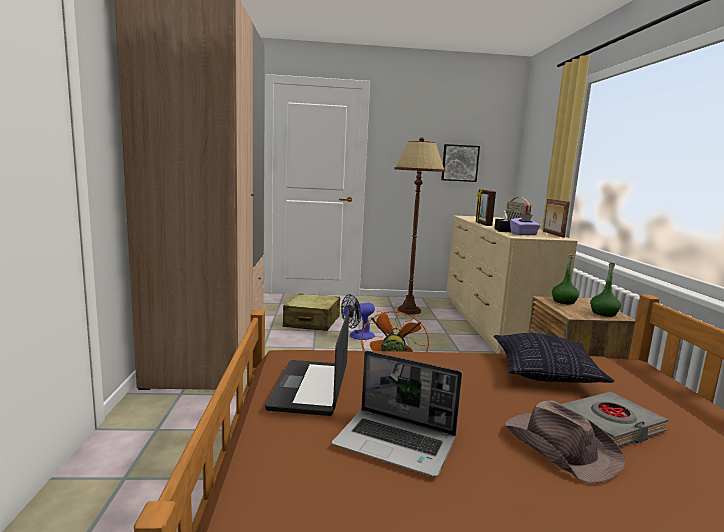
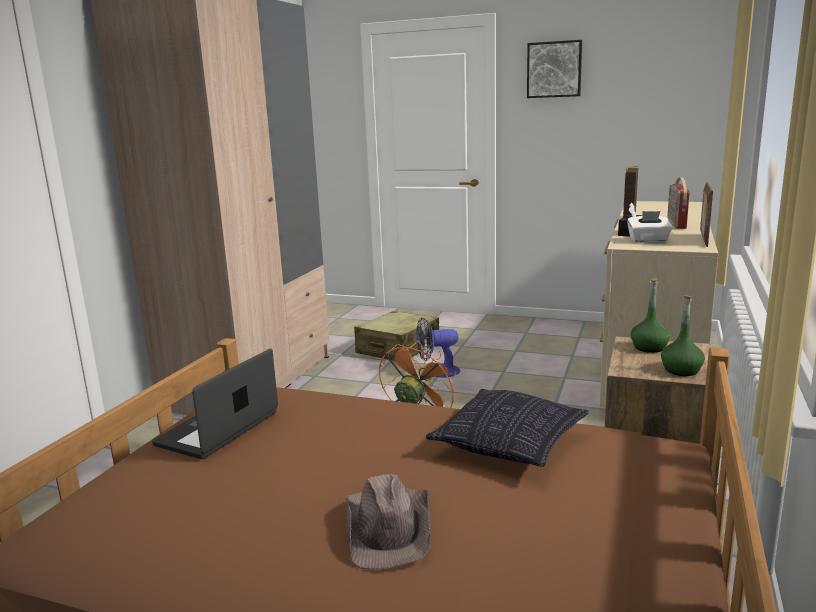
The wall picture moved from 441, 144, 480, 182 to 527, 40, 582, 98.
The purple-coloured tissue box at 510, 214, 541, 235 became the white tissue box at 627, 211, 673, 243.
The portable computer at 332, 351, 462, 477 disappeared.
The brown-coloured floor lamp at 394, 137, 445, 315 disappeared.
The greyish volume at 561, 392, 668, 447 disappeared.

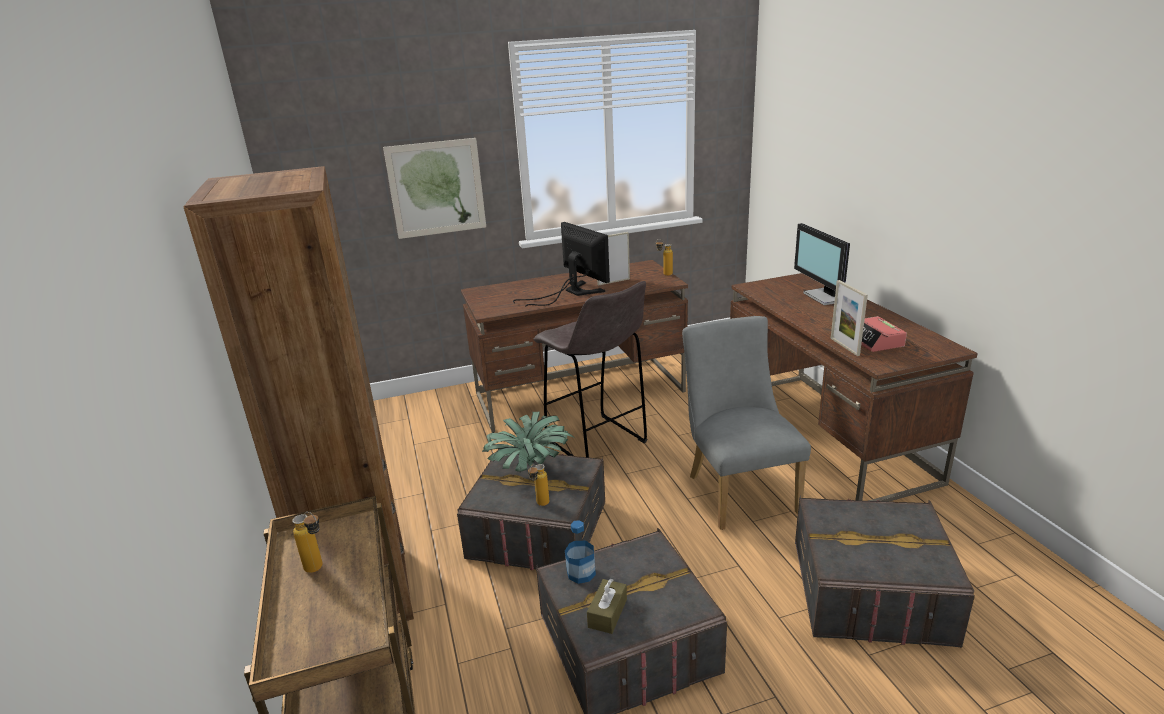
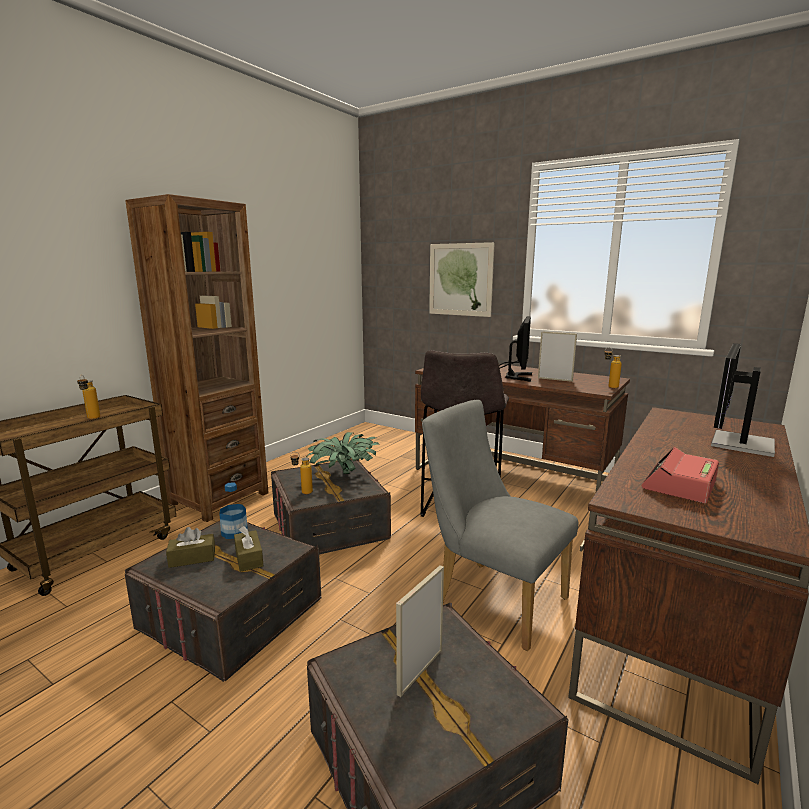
The brown-coloured tissue box at 234, 526, 263, 572 appeared.
The standing frame moved from 831, 280, 868, 356 to 396, 565, 444, 697.
The greyish chair at 682, 316, 811, 530 turned 90 degrees counterclockwise.

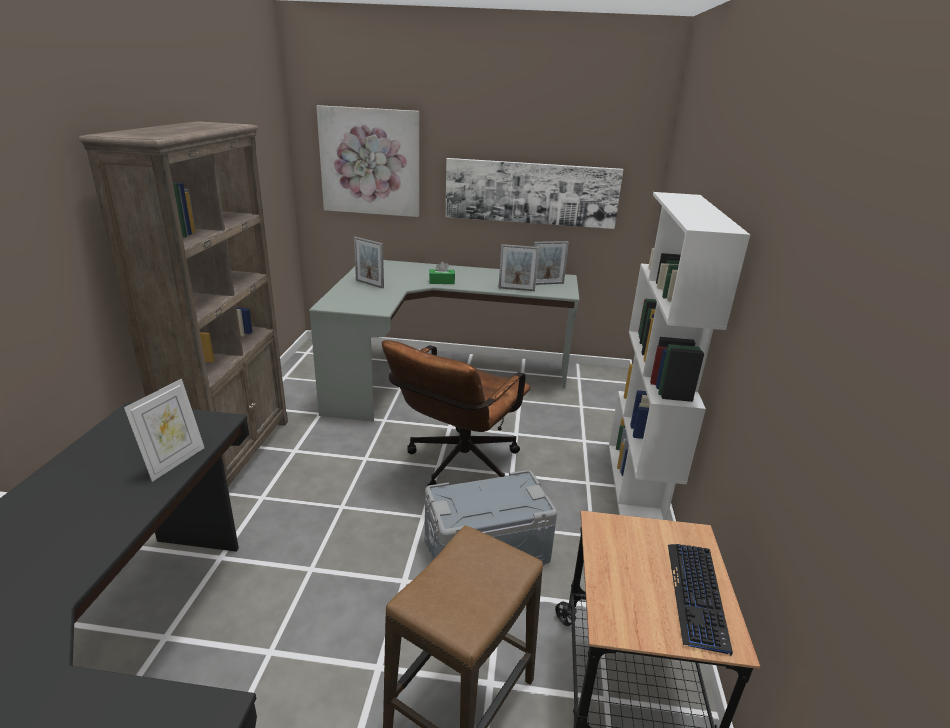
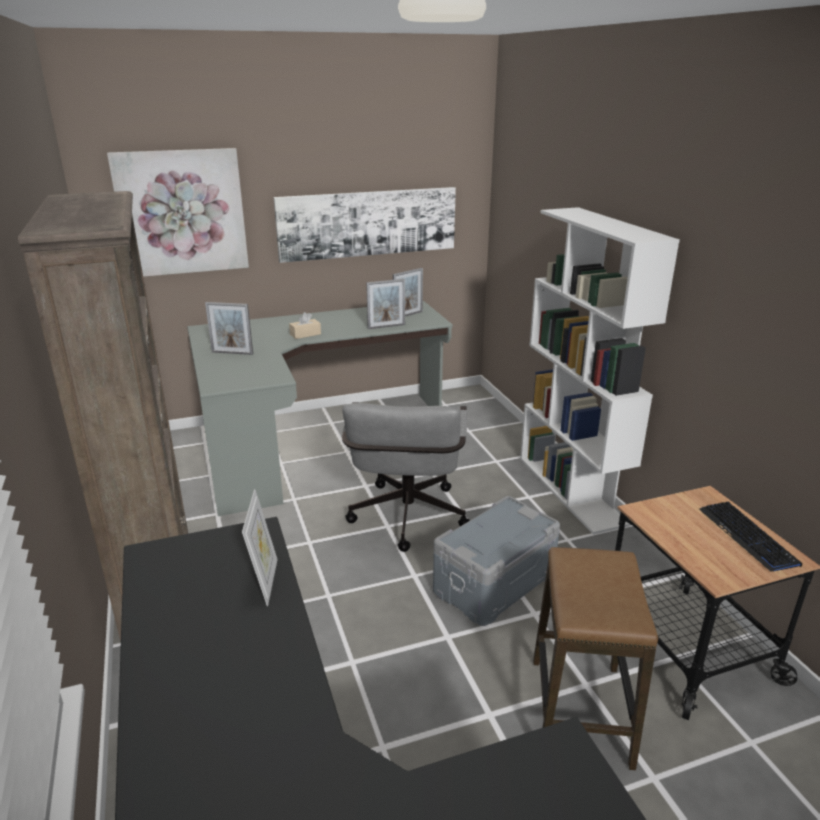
The green tissue box at 429, 261, 455, 284 became the beige-coloured tissue box at 289, 312, 321, 339.
The brown-coloured desk chair at 382, 340, 531, 486 became the greyish desk chair at 342, 402, 470, 552.

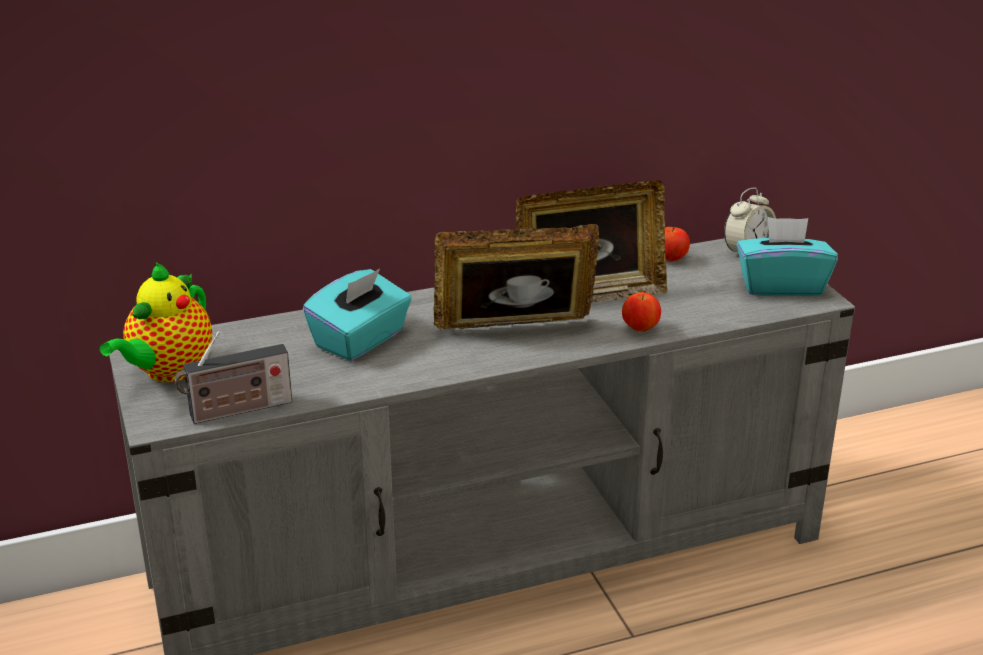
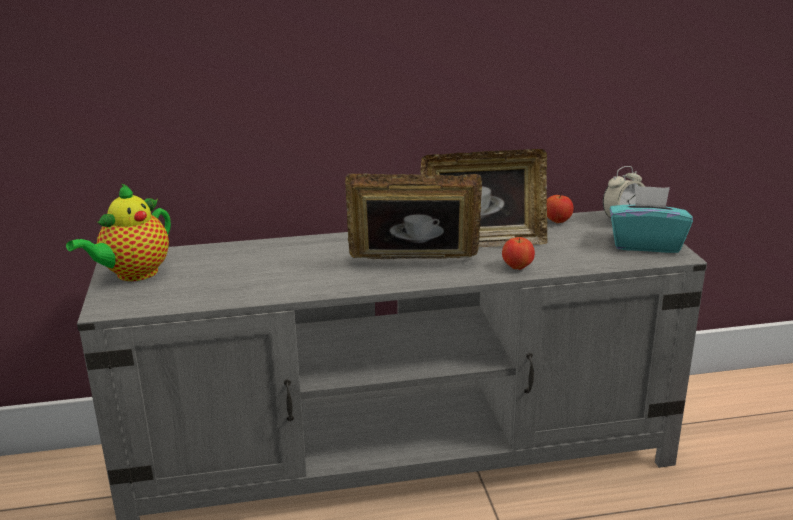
The radio set at 174, 332, 292, 424 disappeared.
The turquoise-coloured tissue box at 303, 269, 412, 361 disappeared.

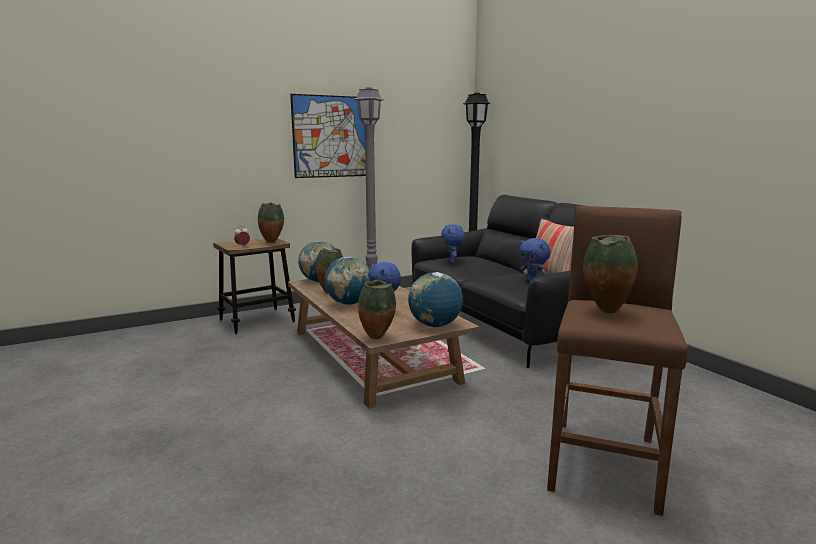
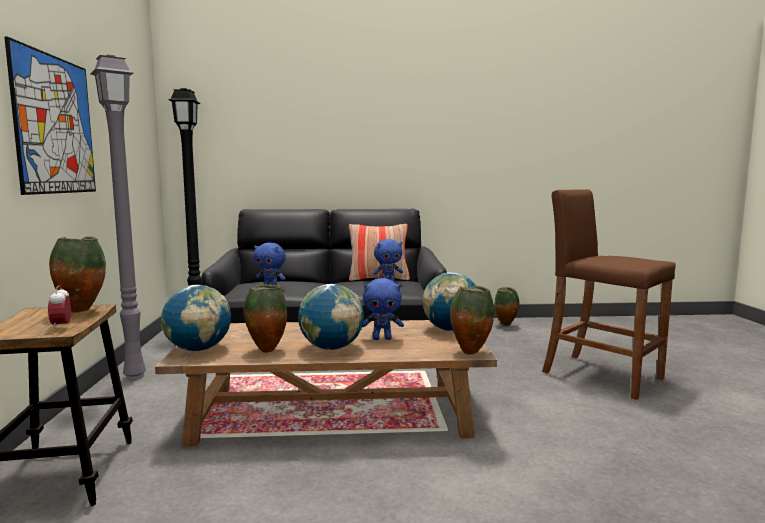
The flower vase moved from 583, 235, 638, 313 to 494, 287, 519, 326.

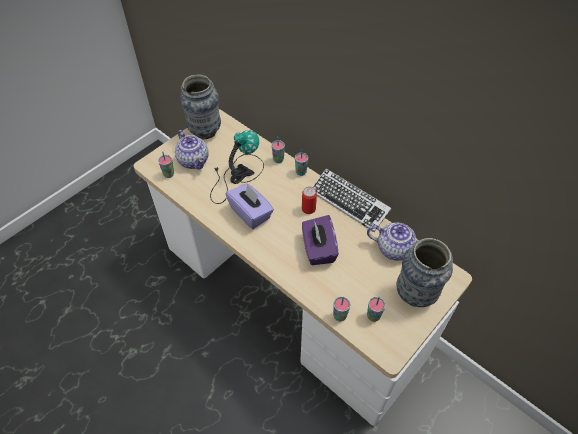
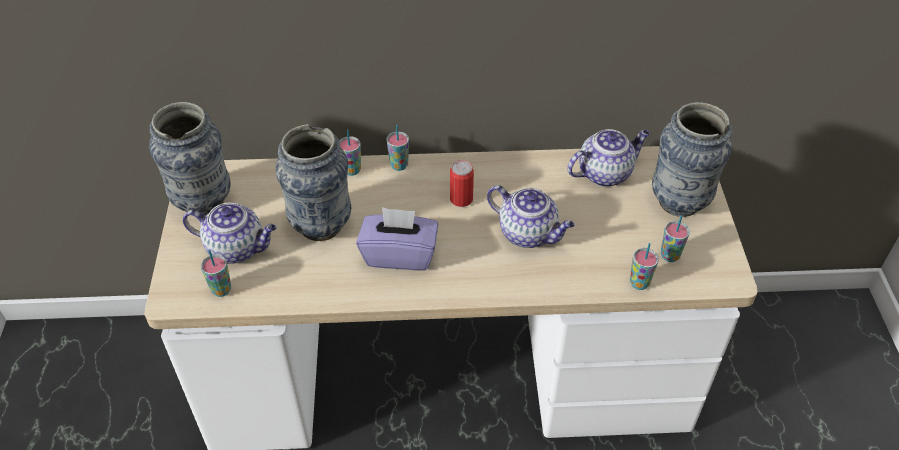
The tabletop lamp at 210, 130, 264, 204 was replaced by the flower vase at 275, 124, 351, 241.
The purple-coloured tissue box at 302, 215, 339, 265 was replaced by the teapot at 487, 185, 575, 248.
The computer keyboard at 312, 168, 392, 232 disappeared.

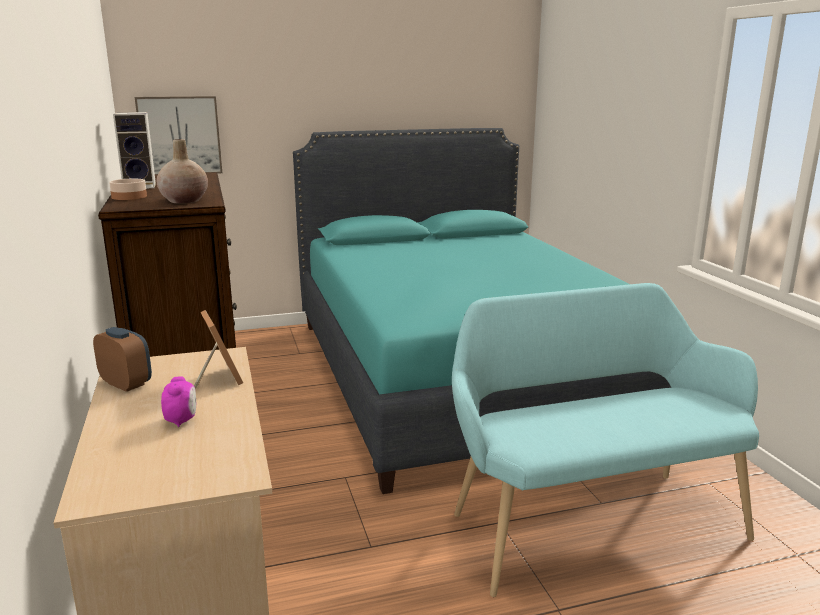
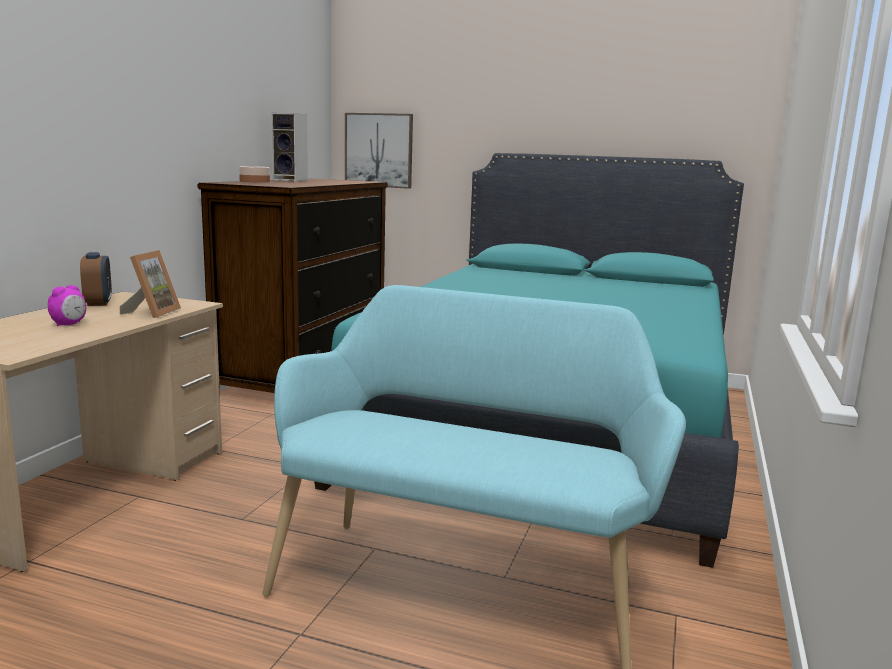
The beige-coloured flower vase at 156, 139, 208, 203 disappeared.

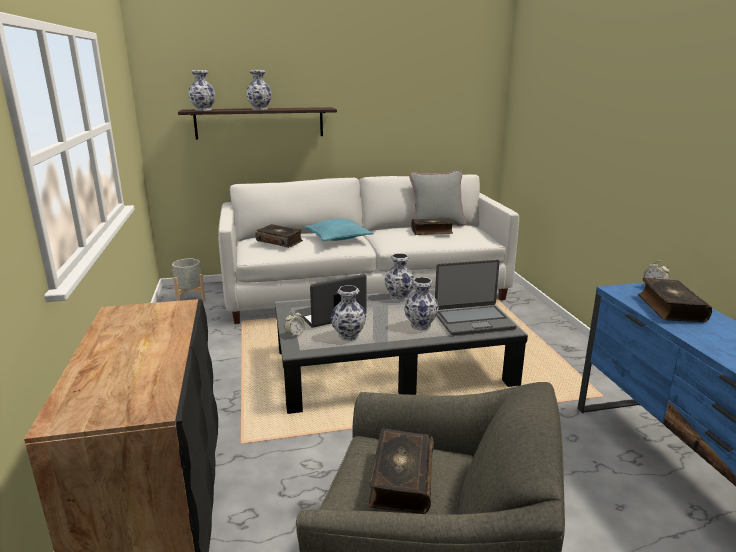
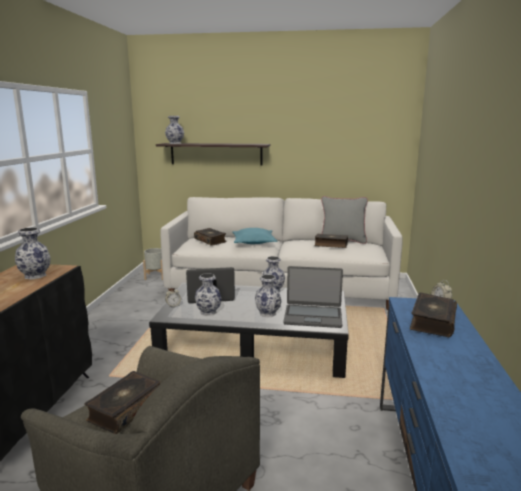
The flower vase moved from 246, 70, 272, 110 to 15, 227, 51, 280.

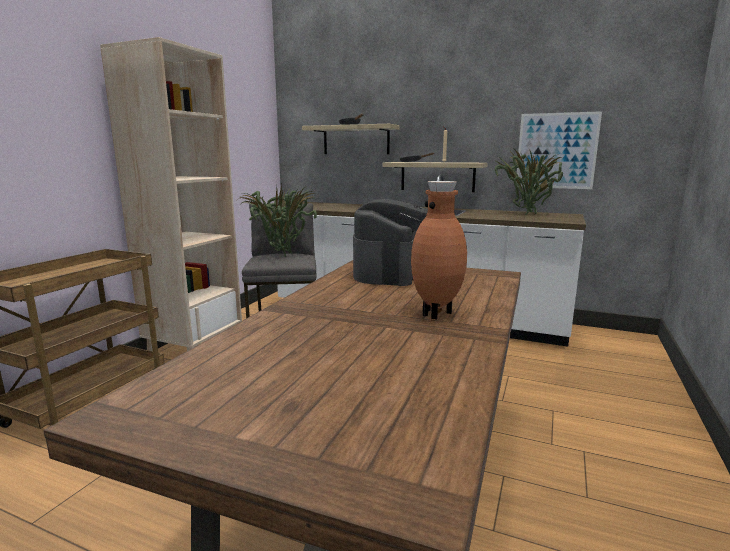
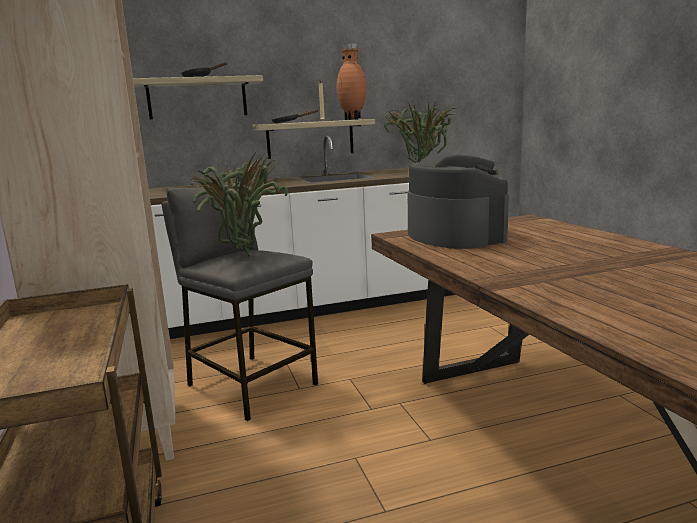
The brown-coloured flower vase moved from 411, 181, 467, 319 to 337, 44, 367, 120.
The wall picture at 516, 111, 602, 189 disappeared.

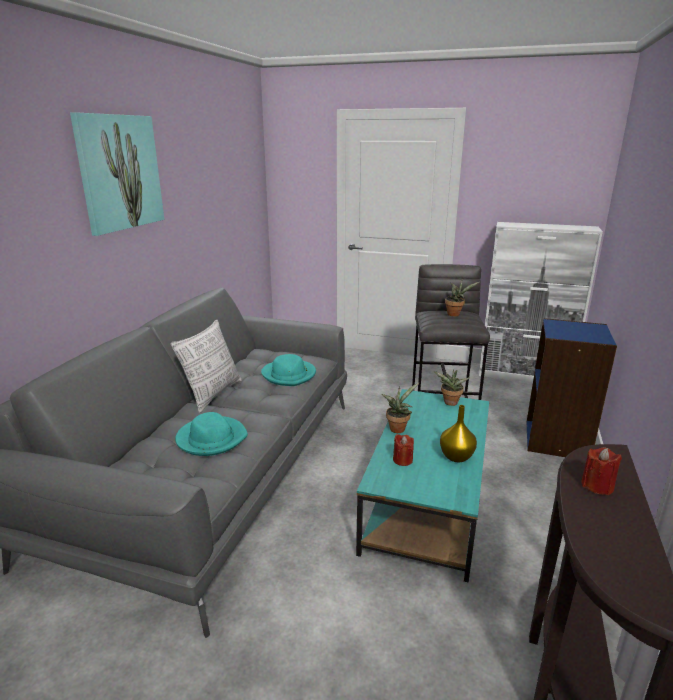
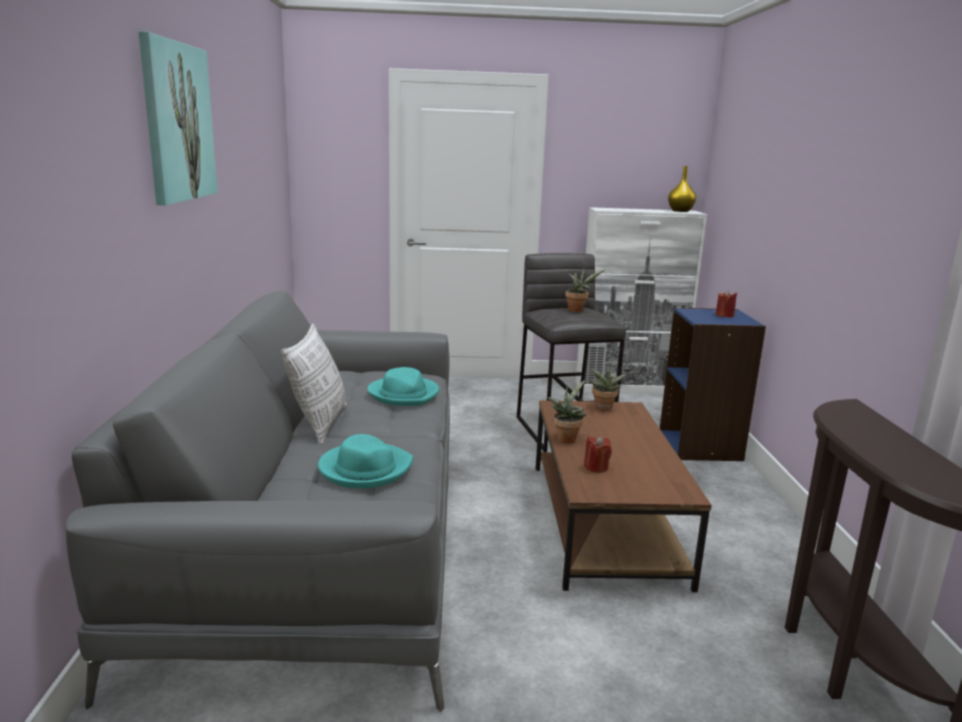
The turquoise-coloured coffee table at 356, 389, 489, 583 became the brown-coloured coffee table at 535, 400, 712, 592.
The yellow flower vase moved from 440, 405, 477, 462 to 668, 166, 696, 212.
The red candle moved from 581, 447, 622, 495 to 715, 290, 737, 318.

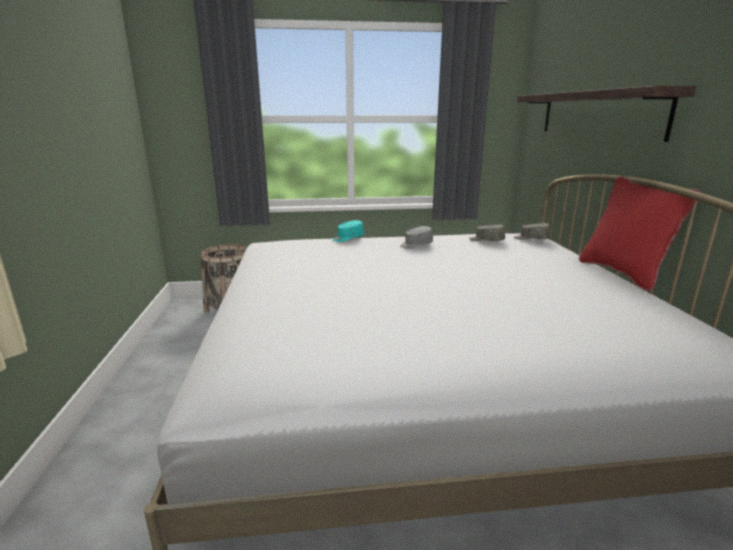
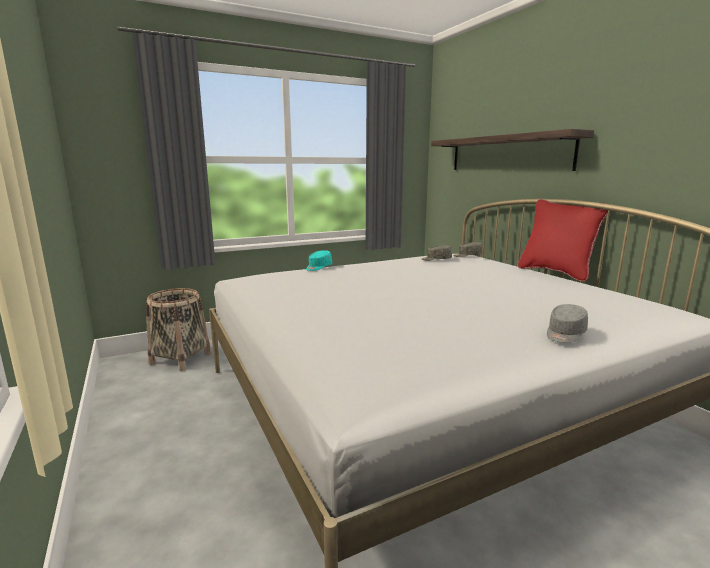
The greyish peaked cap moved from 400, 226, 433, 249 to 547, 304, 588, 343.

